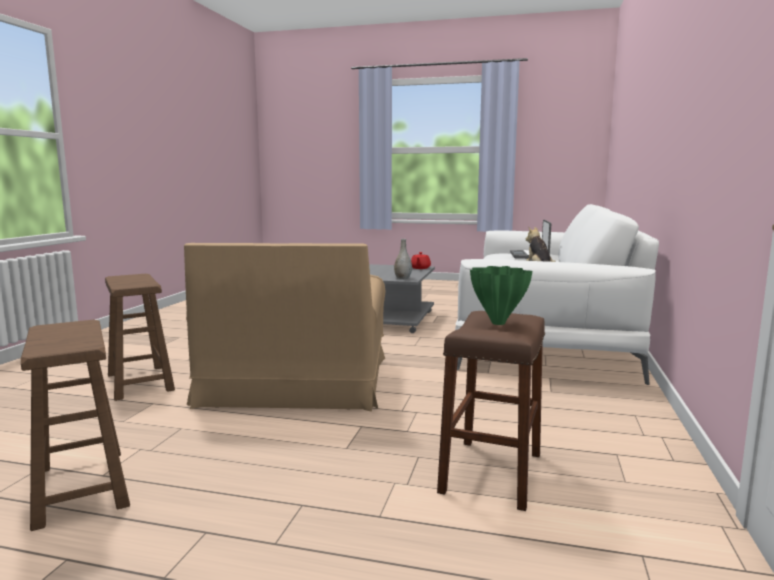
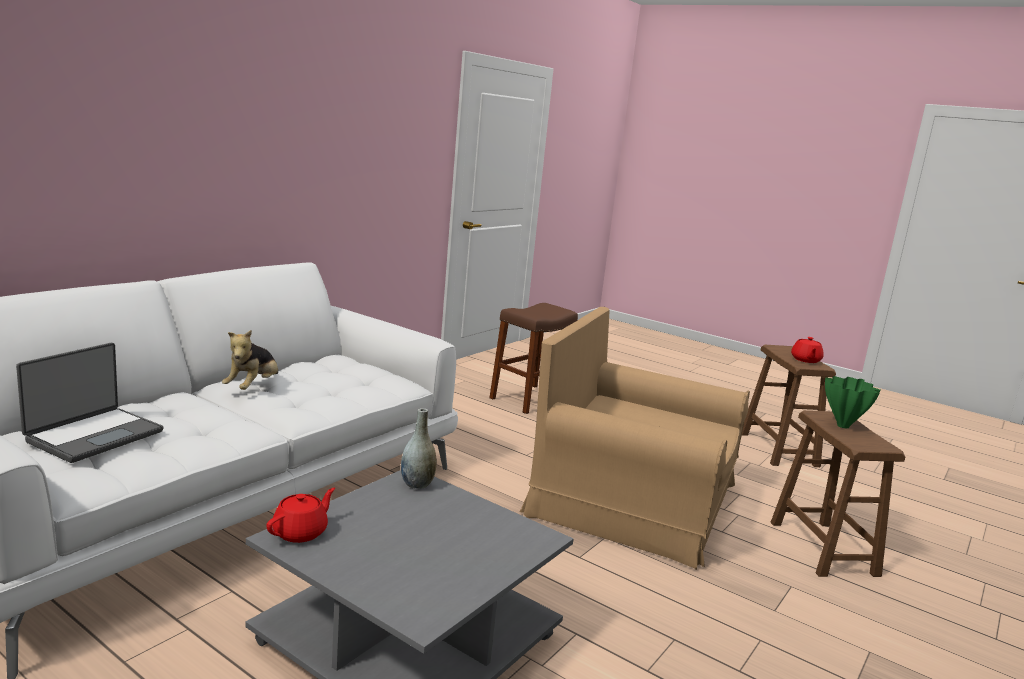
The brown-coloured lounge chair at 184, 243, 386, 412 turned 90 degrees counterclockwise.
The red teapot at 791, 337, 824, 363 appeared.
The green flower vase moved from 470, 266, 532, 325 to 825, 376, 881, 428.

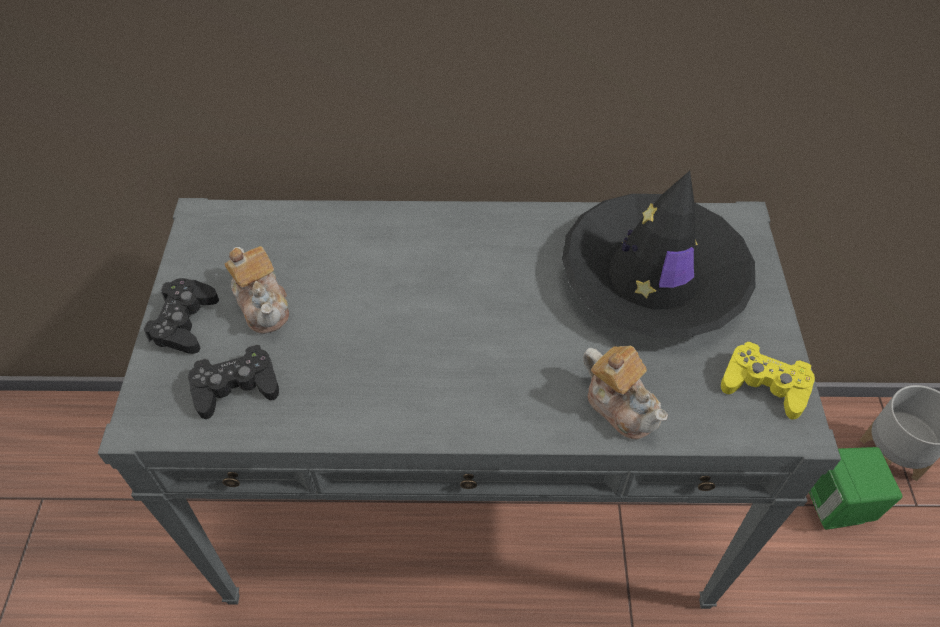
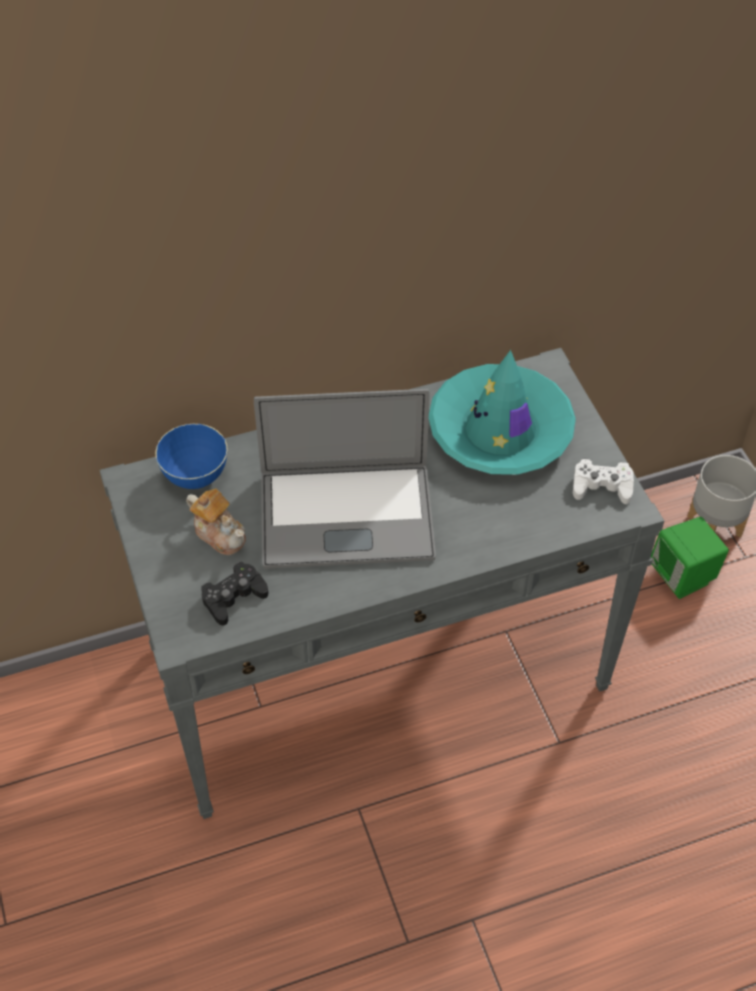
The bluish bowl at 155, 424, 228, 489 appeared.
The portable computer at 254, 389, 436, 569 appeared.
The blackish hat at 562, 171, 755, 338 became the turquoise-coloured hat at 429, 350, 576, 475.
The yellow gamepad at 721, 341, 815, 420 became the white gamepad at 573, 458, 634, 504.
The blackish gamepad at 143, 278, 219, 354 disappeared.
The teapot at 583, 346, 668, 440 disappeared.

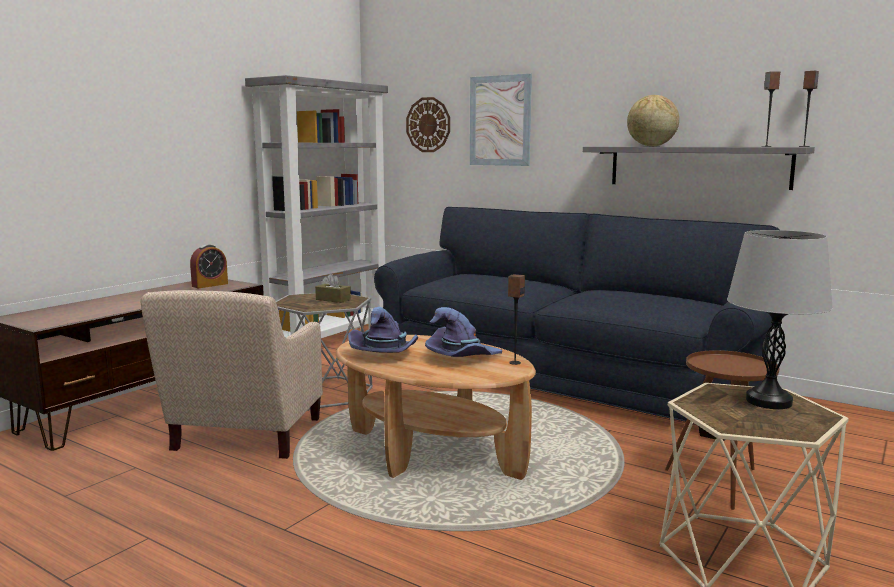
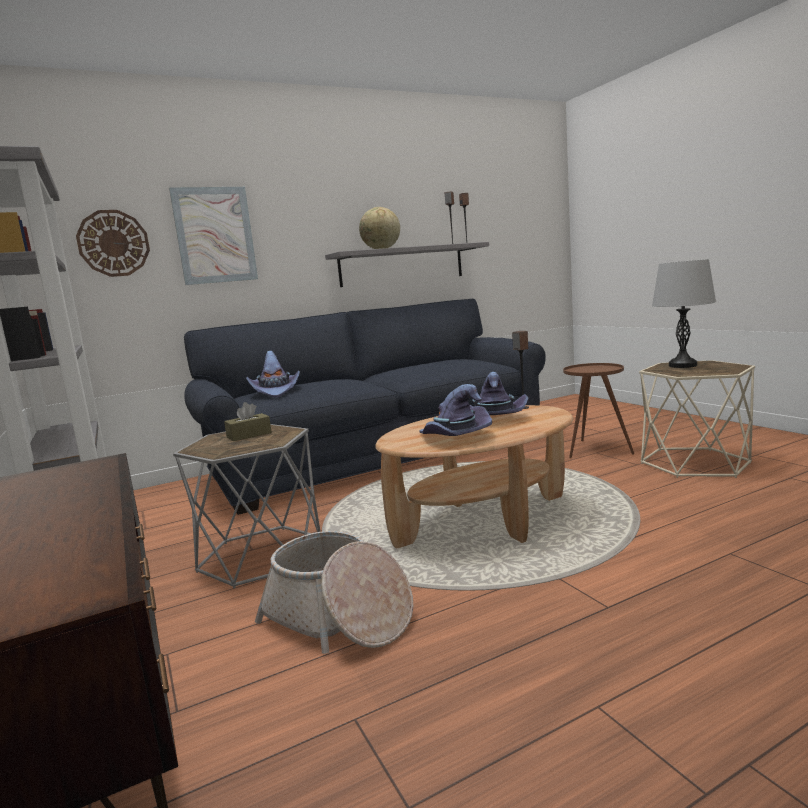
The purple-coloured hat at 246, 351, 300, 398 appeared.
The beige-coloured lounge chair at 140, 290, 323, 459 was replaced by the household basket at 255, 531, 413, 654.
The alarm clock at 190, 244, 228, 288 disappeared.

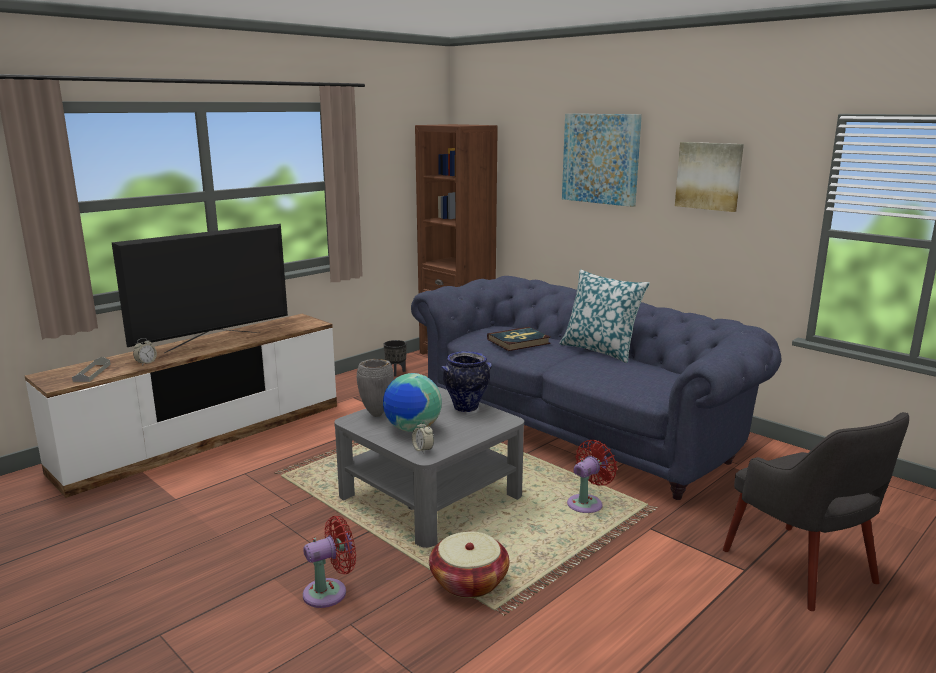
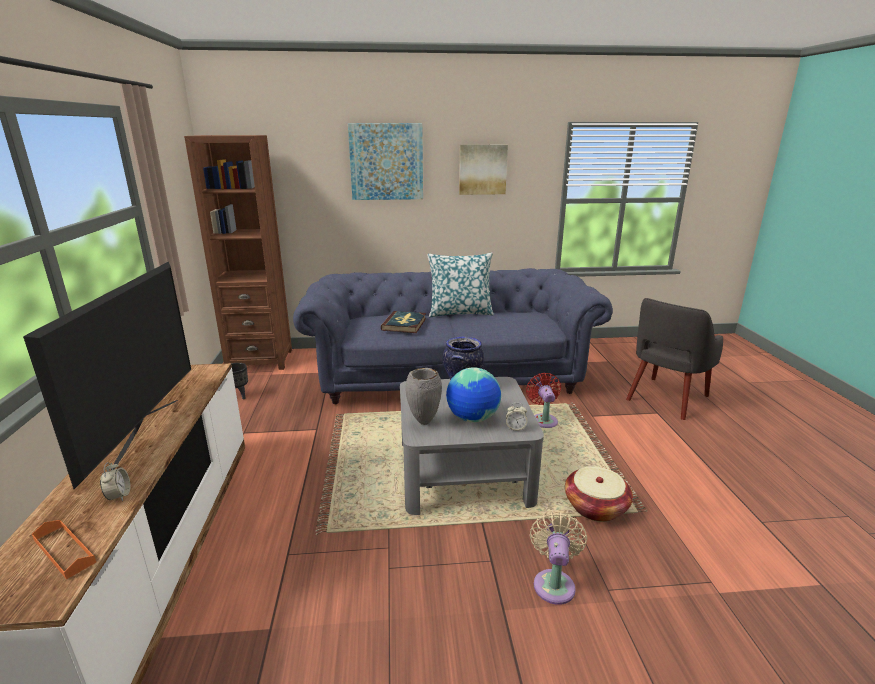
The greyish carrying tray at 72, 357, 111, 382 became the orange-coloured carrying tray at 32, 520, 96, 579.
The red electric fan at 303, 516, 356, 608 became the beige-coloured electric fan at 530, 512, 587, 605.
The greyish lounge chair at 723, 412, 909, 611 turned 120 degrees clockwise.

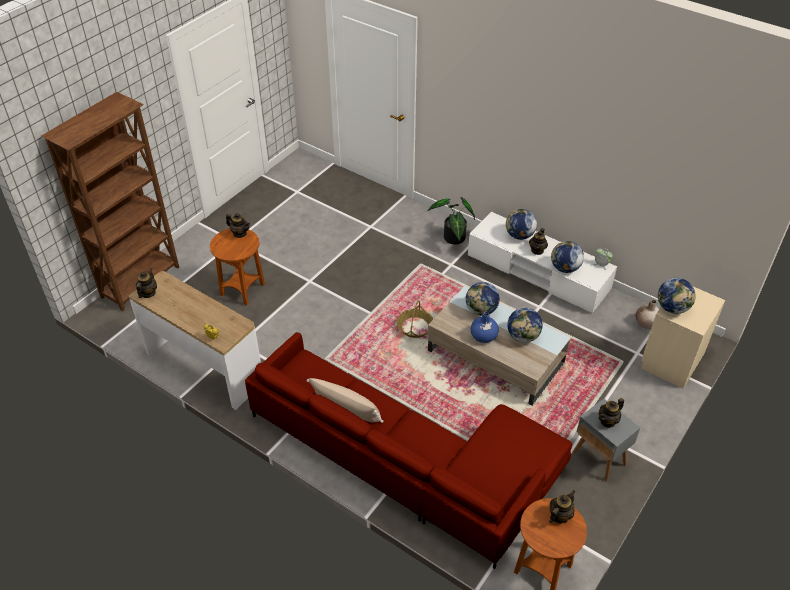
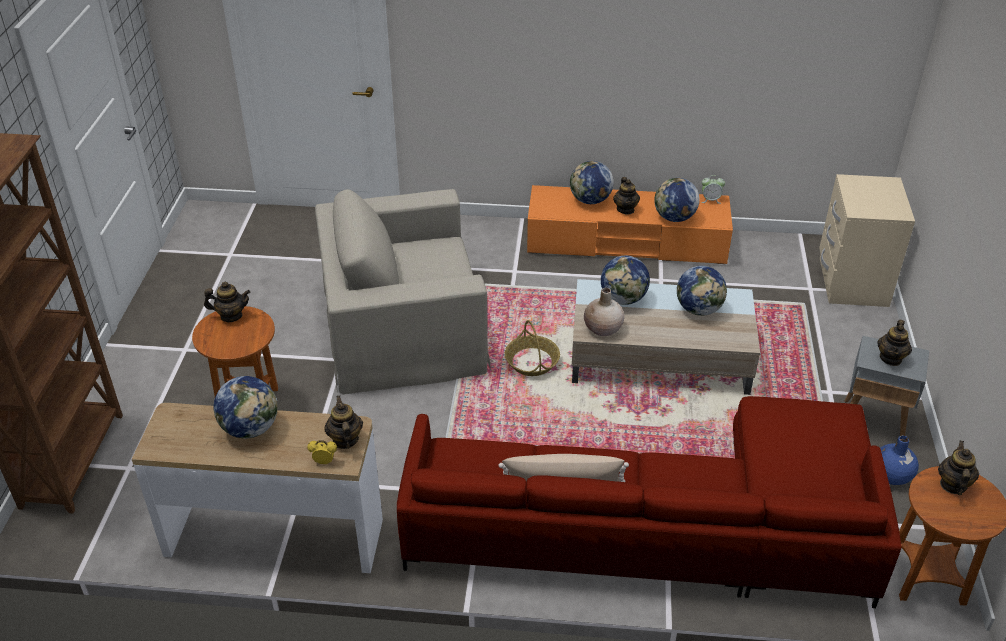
The desk globe moved from 658, 278, 696, 314 to 213, 376, 278, 439.
The beige-coloured lounge chair at 315, 189, 491, 395 appeared.
The teapot moved from 136, 268, 157, 298 to 324, 396, 363, 449.
The white tv unit at 468, 212, 617, 313 became the orange-coloured tv unit at 527, 185, 733, 264.
The beige-coloured flower vase moved from 636, 299, 659, 329 to 584, 288, 624, 336.
The bluish flower vase moved from 471, 311, 499, 343 to 880, 436, 919, 485.
The plant in a pot at 428, 197, 475, 244 disappeared.

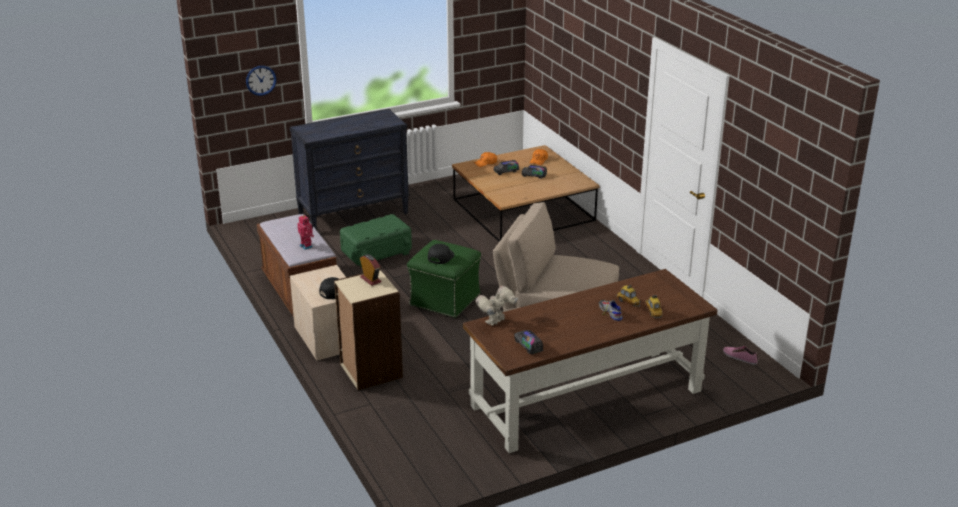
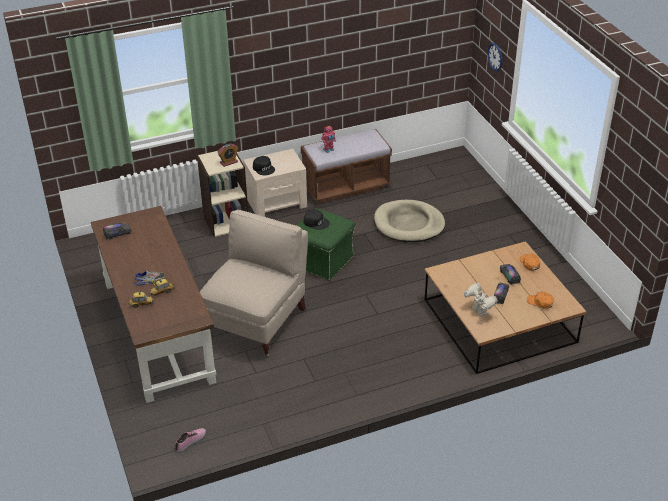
The green storage bin at 340, 214, 412, 268 was replaced by the beige-coloured dog cushion at 374, 200, 445, 242.
The robot figure moved from 476, 286, 518, 326 to 464, 283, 498, 316.
The blackish dresser at 290, 109, 409, 230 disappeared.

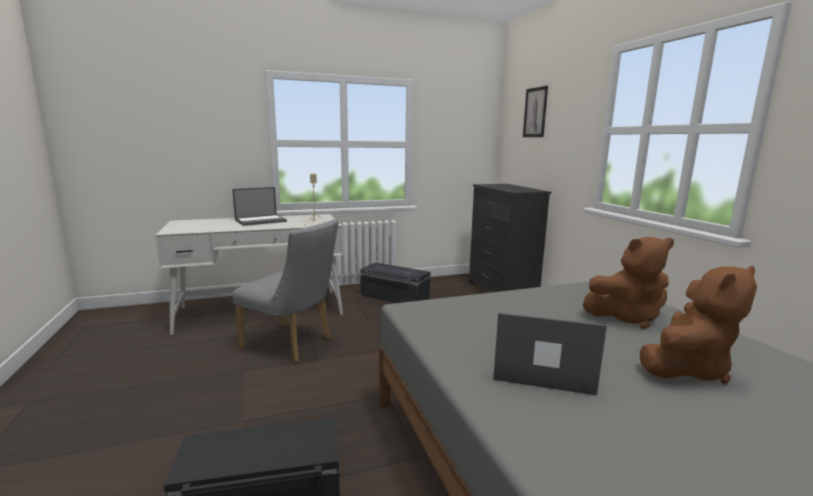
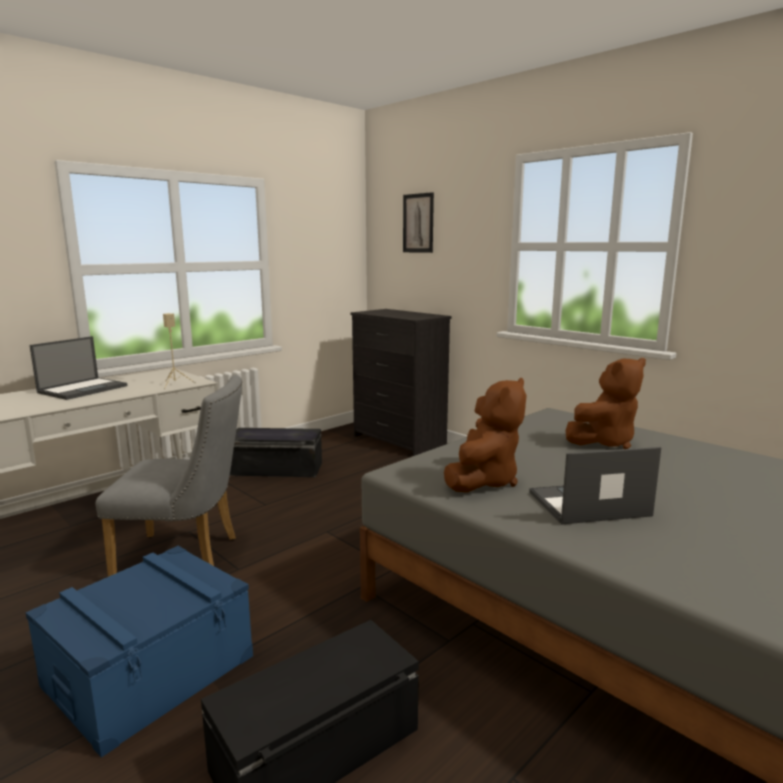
The bluish storage bin at 25, 546, 253, 758 appeared.
The brown-coloured plush toy moved from 640, 266, 757, 384 to 444, 378, 527, 493.

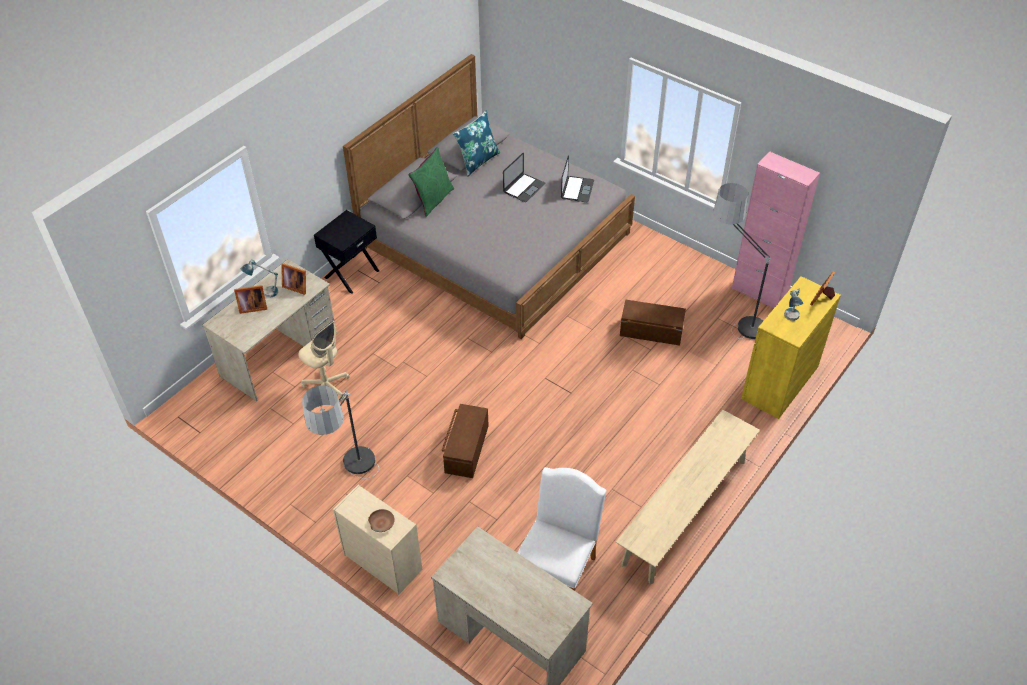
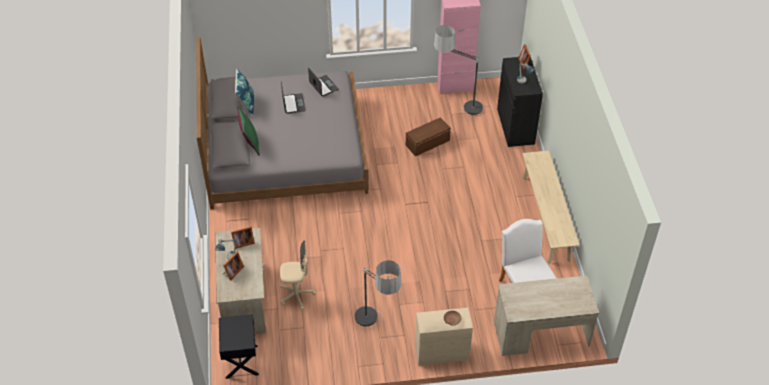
The blackish bedside table moved from 314, 210, 379, 294 to 219, 314, 259, 379.
The yellow storage cabinet at 741, 276, 841, 419 became the blackish storage cabinet at 497, 57, 543, 147.
The brown-coloured storage bin at 442, 404, 489, 478 disappeared.

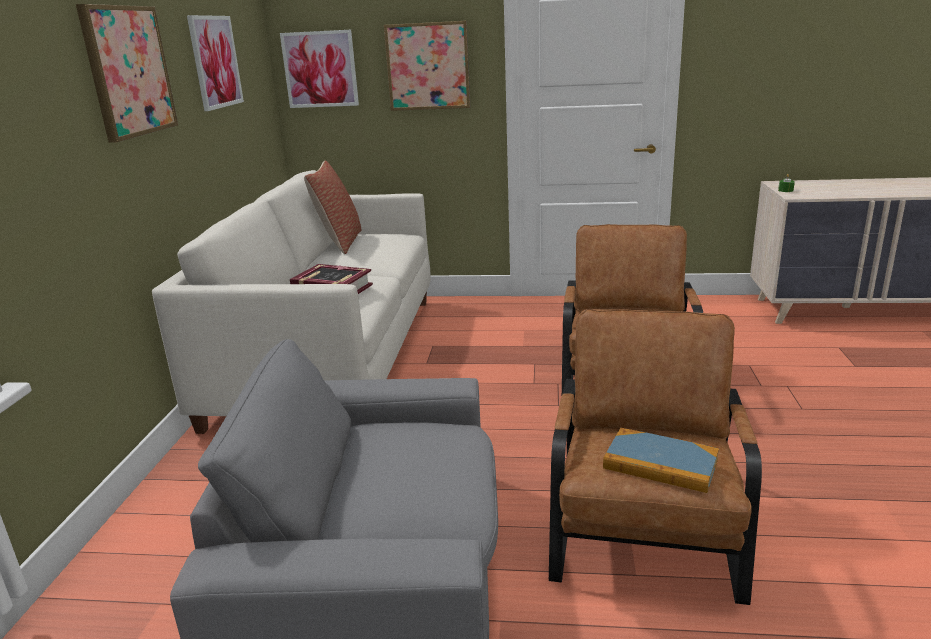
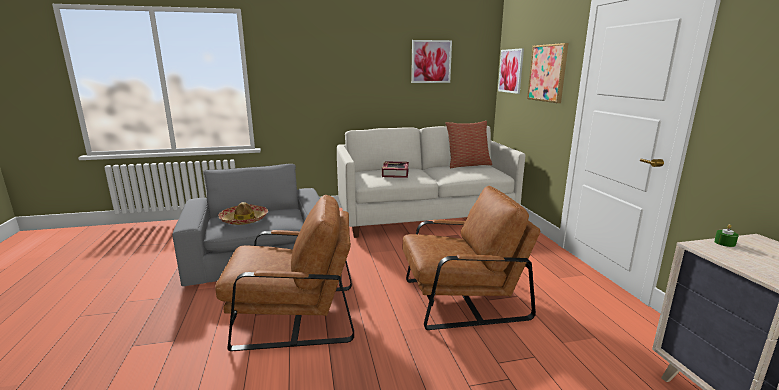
The hat at 218, 202, 268, 225 appeared.
The wall picture at 76, 4, 178, 143 disappeared.
The volume at 603, 428, 719, 493 disappeared.

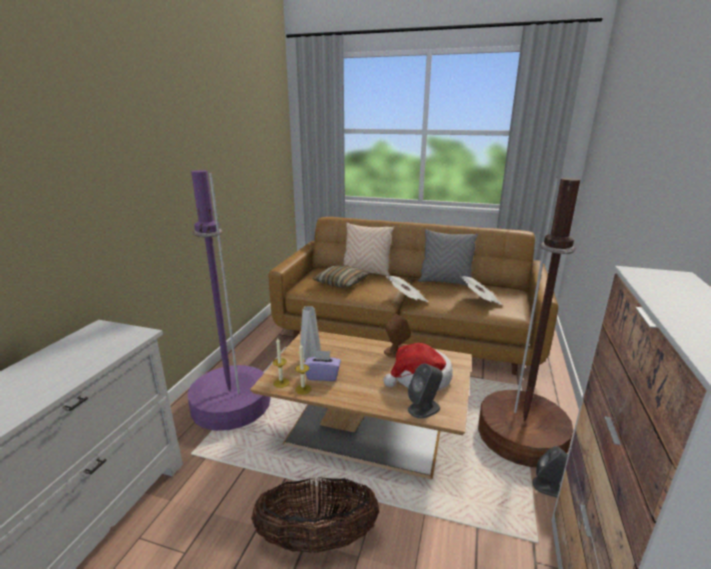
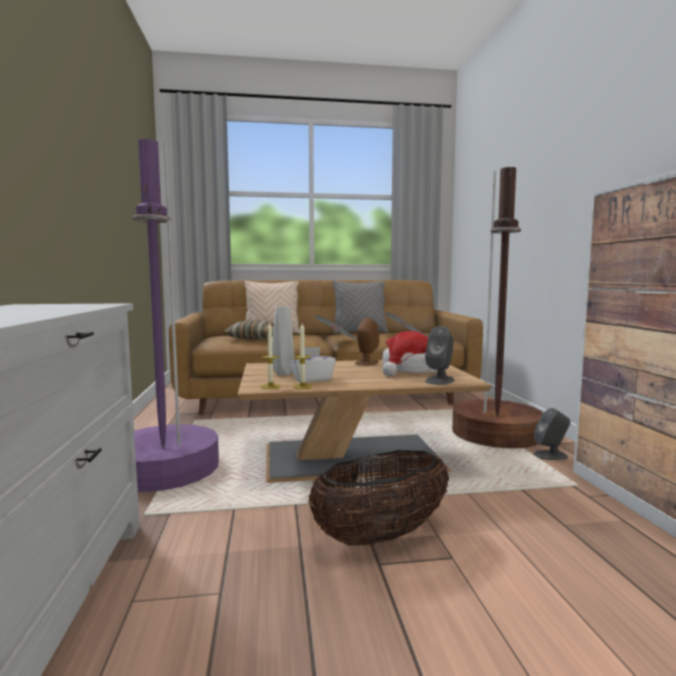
The purple-coloured tissue box at 304, 350, 341, 381 became the white tissue box at 290, 346, 336, 382.

